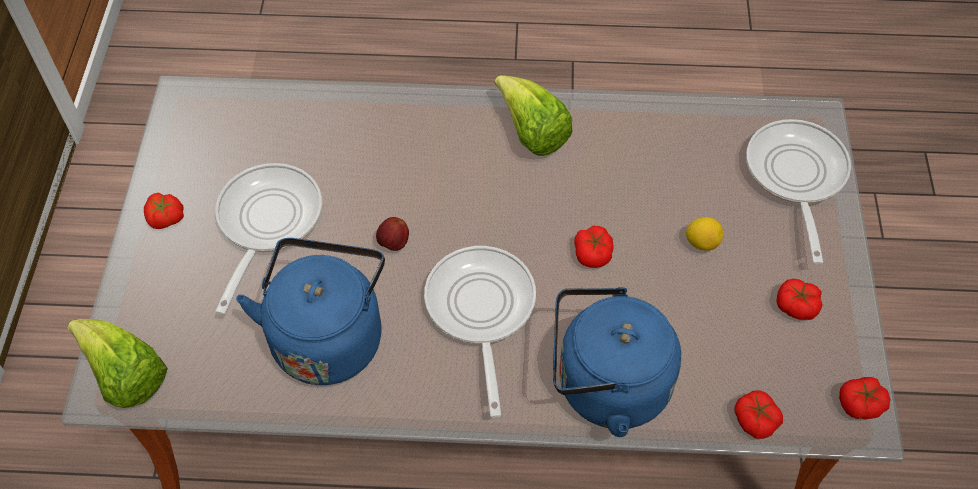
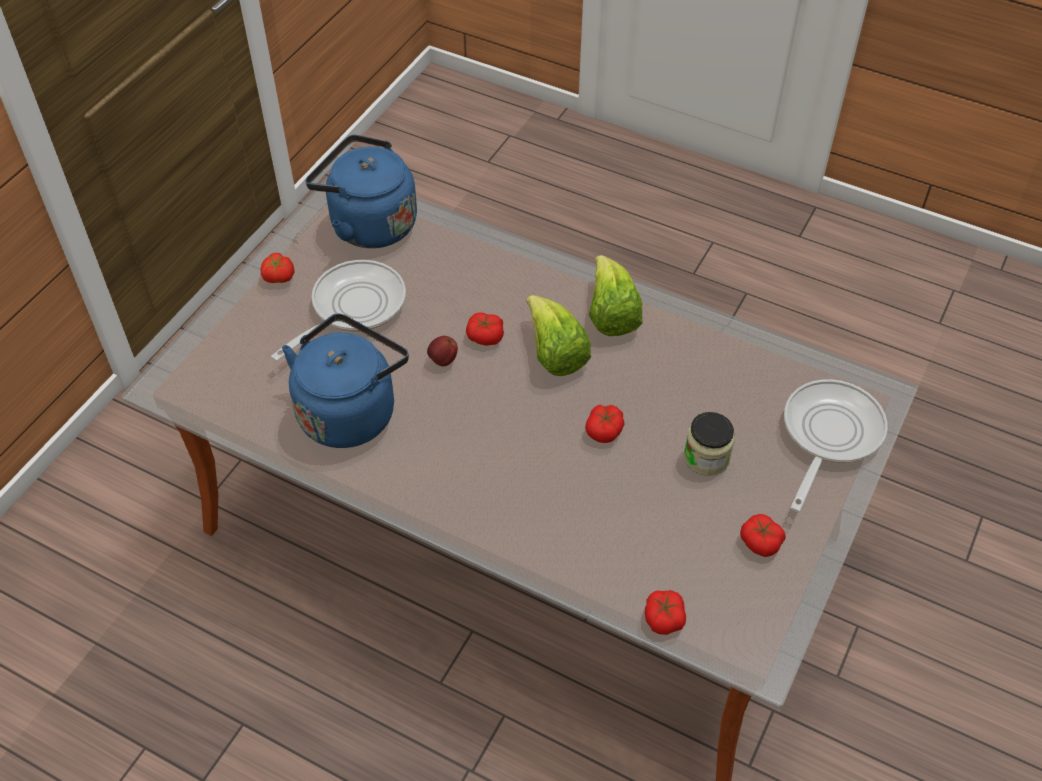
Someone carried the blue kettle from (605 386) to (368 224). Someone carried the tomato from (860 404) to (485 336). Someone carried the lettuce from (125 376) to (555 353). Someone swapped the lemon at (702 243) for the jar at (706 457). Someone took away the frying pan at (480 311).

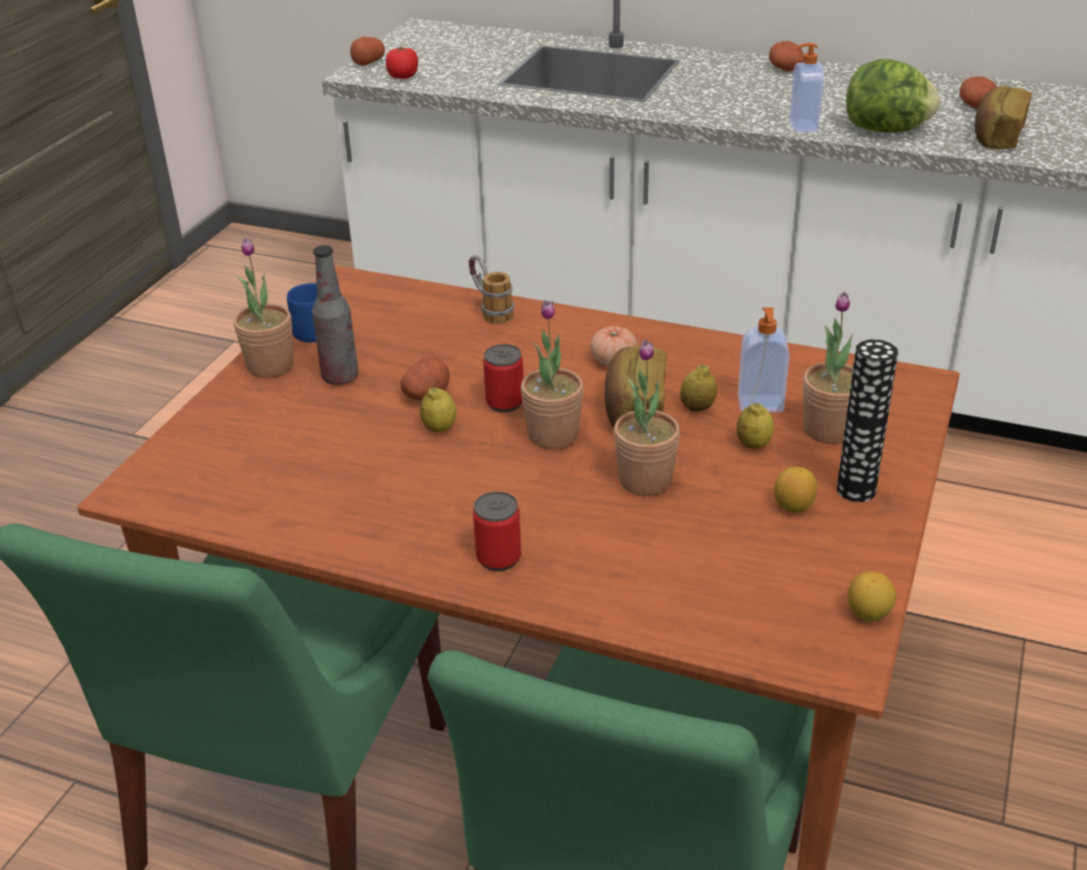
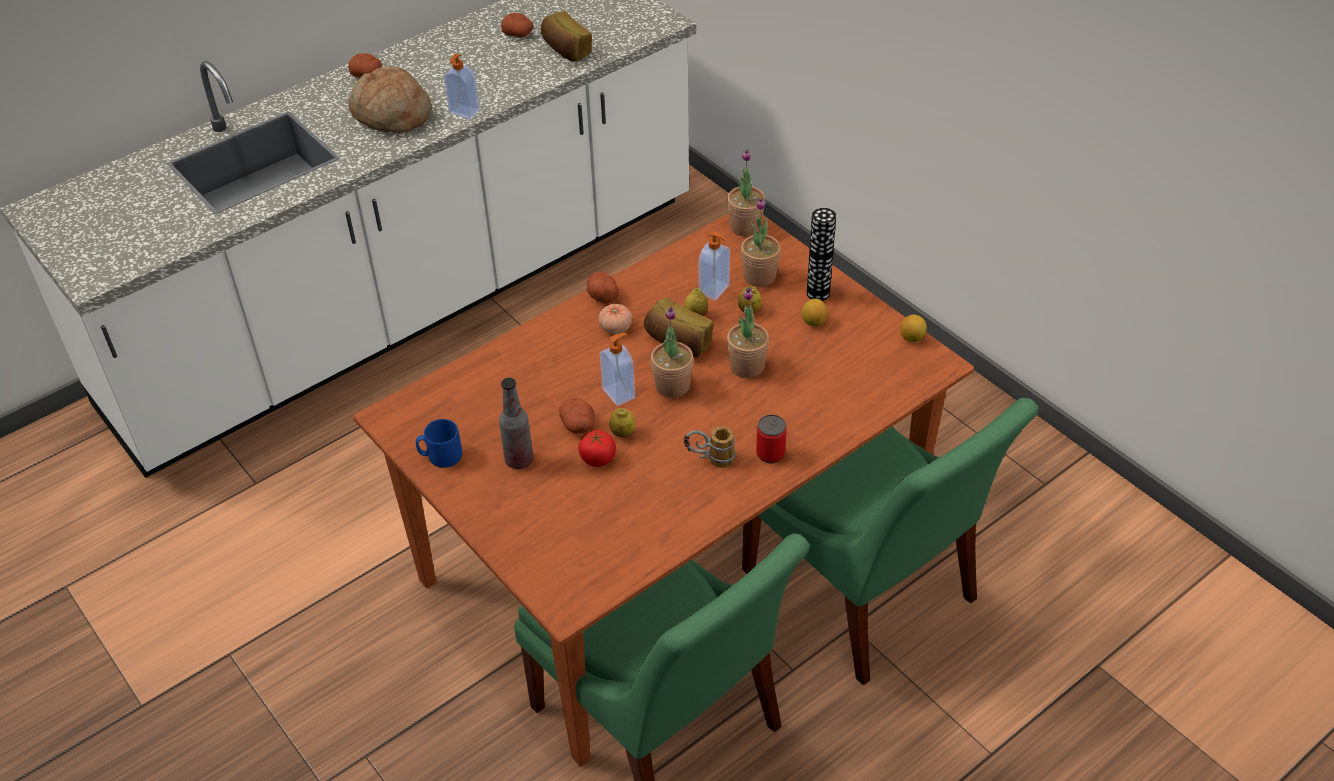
Someone put down the bread at (392 115). Someone carried the tomato from (403 76) to (598 458). Someone carried the potato from (368 62) to (602 295). Someone swapped the can at (505 402) for the soap dispenser at (619 393). Someone carried the mug from (489 310) to (709 460). Someone carried the potted plant from (270 366) to (745 227). Someone took away the lettuce at (886 130).

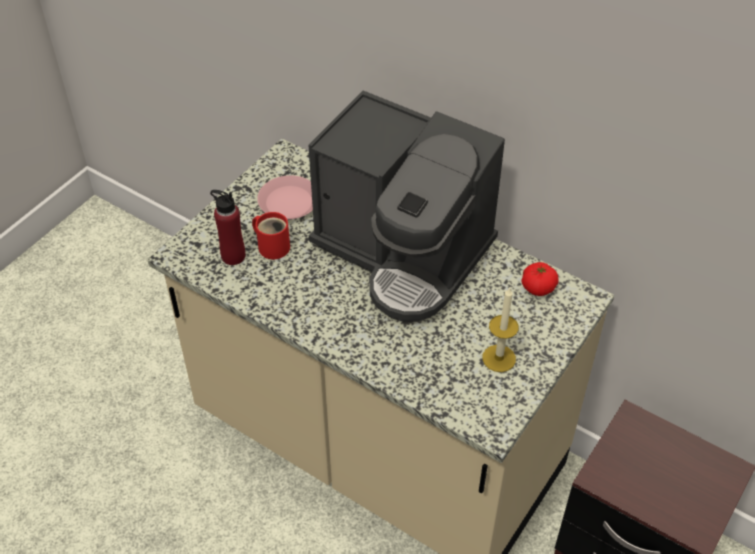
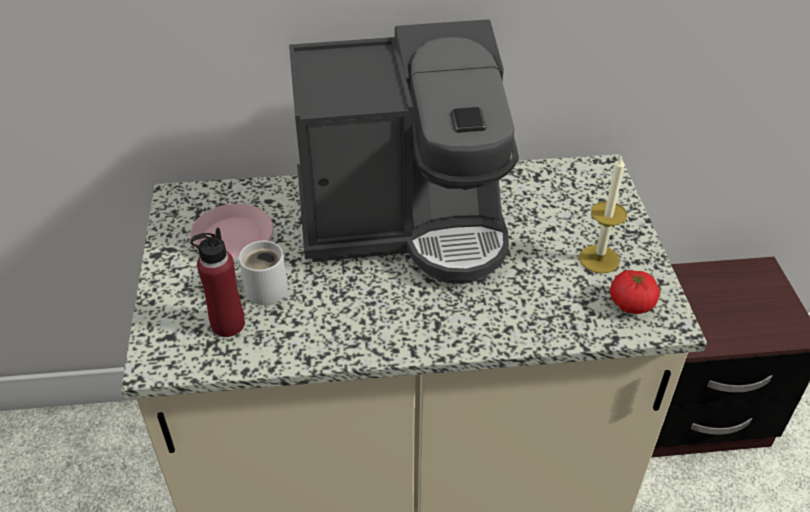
Someone repainted the red mug at (272 245), which became the white mug at (261 288). Someone carried the tomato from (538 287) to (631 303).

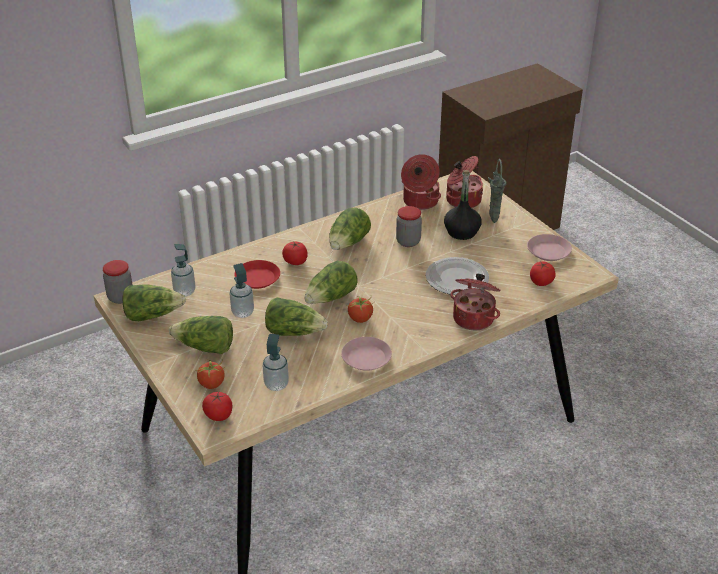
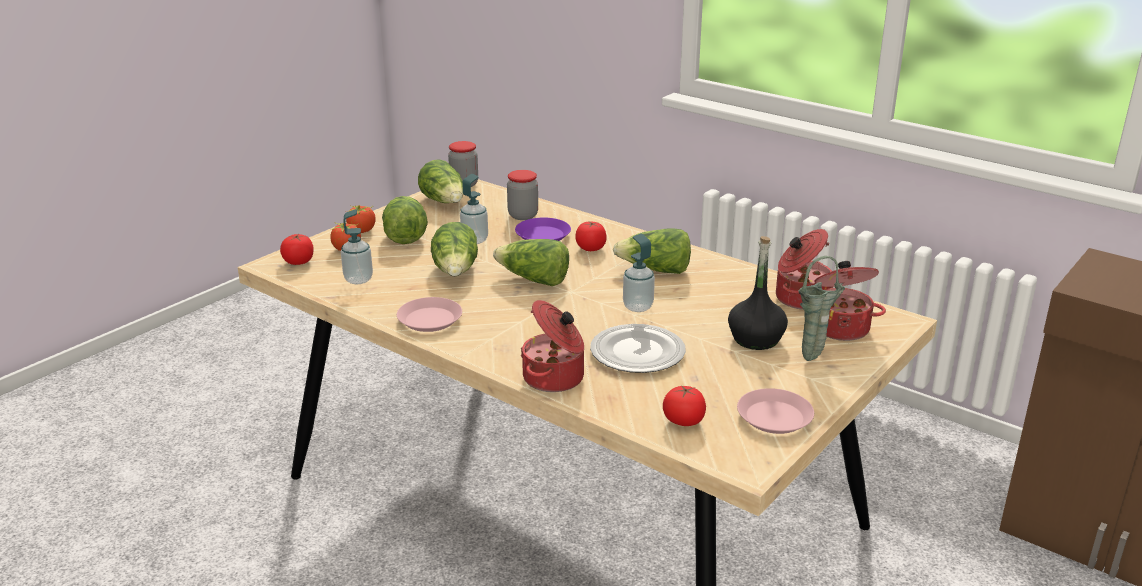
Someone carried the tomato from (360 318) to (362 231). Someone carried the jar from (408 242) to (523 215). Someone repainted the red plate at (257 278), which became the purple plate at (542 235). Someone carried the soap dispenser from (184 292) to (638 307).

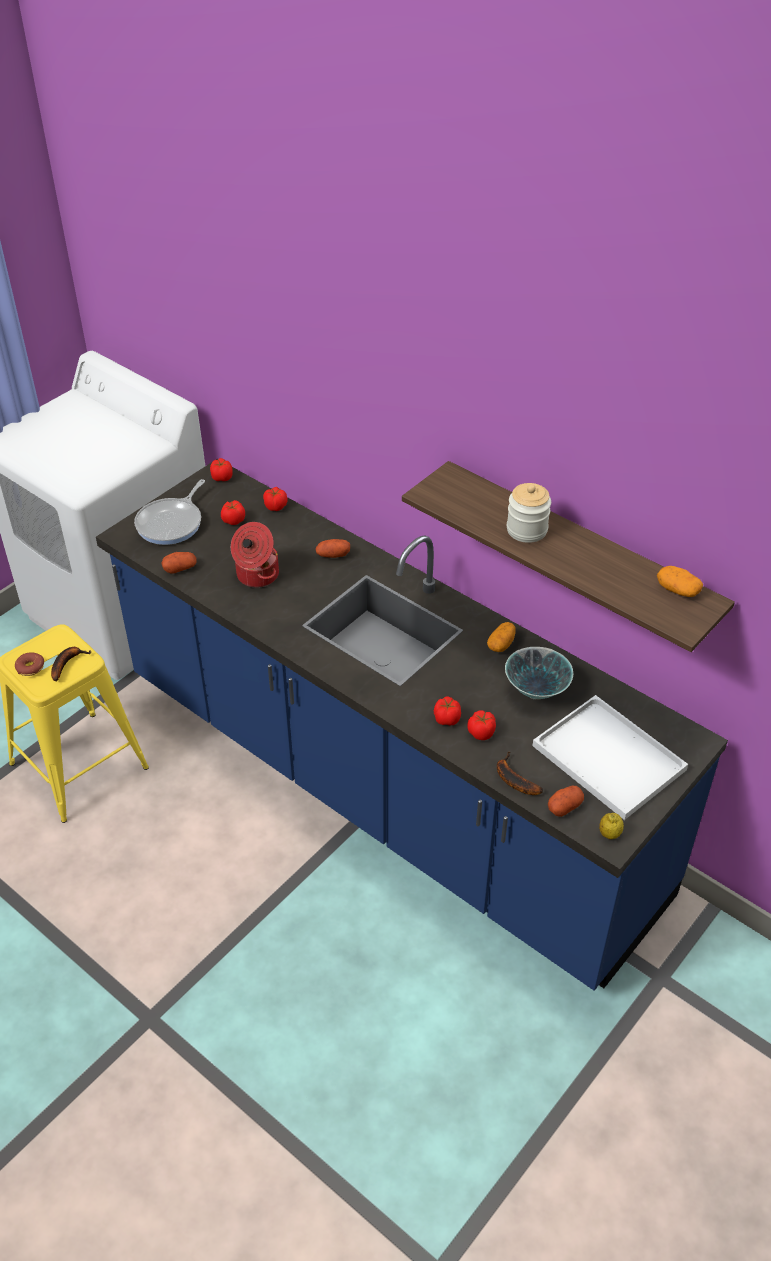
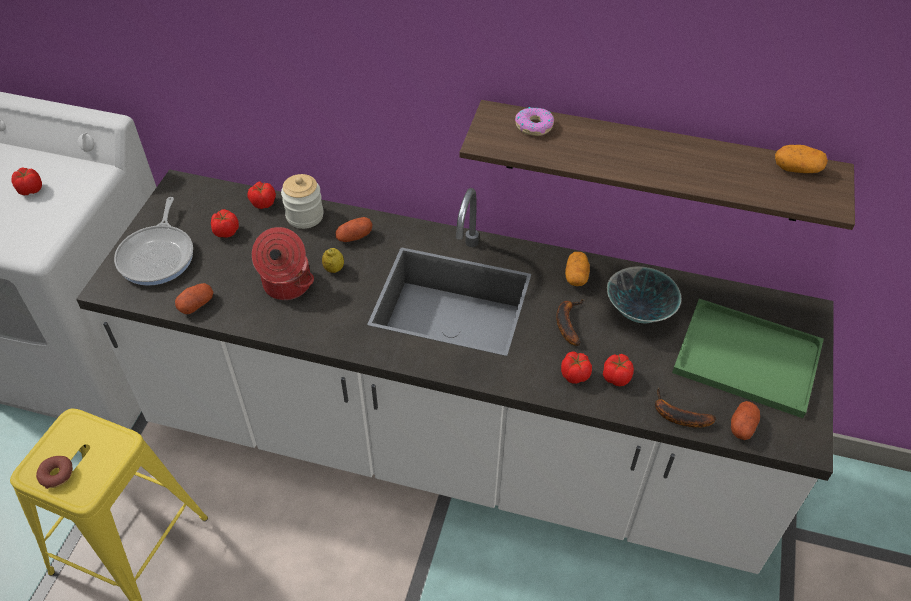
Someone carried the tomato from (222 477) to (30 189). Someone repainted the blue counter at (385 786), which became the white counter at (454 445). Someone carried the jar from (527 530) to (305 216). Someone carried the lemon from (609 834) to (334 269). Someone put down the donut at (534 126). Someone carried the banana from (67 663) to (567 322). Someone repainted the white tray at (611 758), which became the green tray at (750 358).

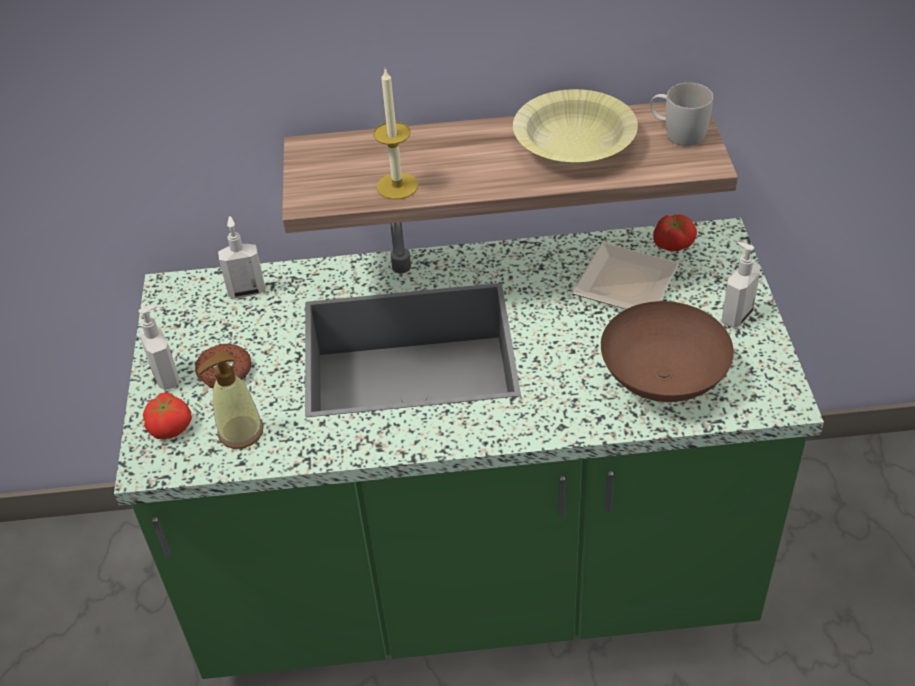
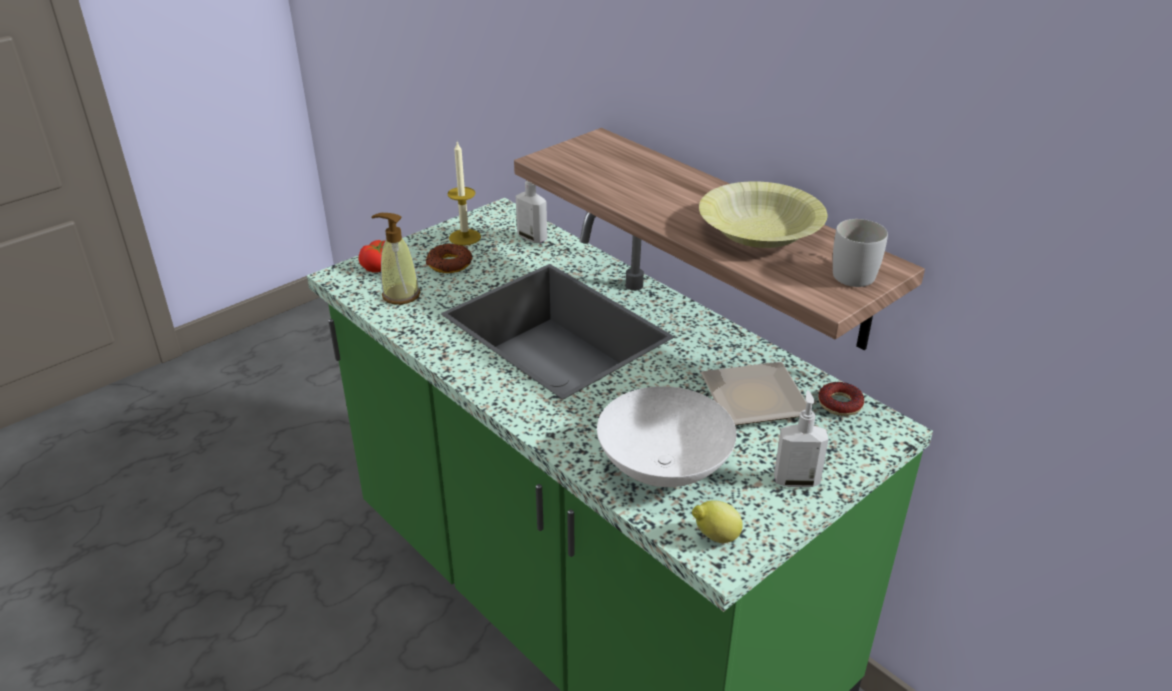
Someone carried the candle from (397 186) to (465 237). Someone repainted the brown bowl at (664 378), which became the white bowl at (666 468). Someone put down the lemon at (715 537). Someone swapped the tomato at (672 243) for the donut at (840 404). Someone took away the soap dispenser at (167 377).

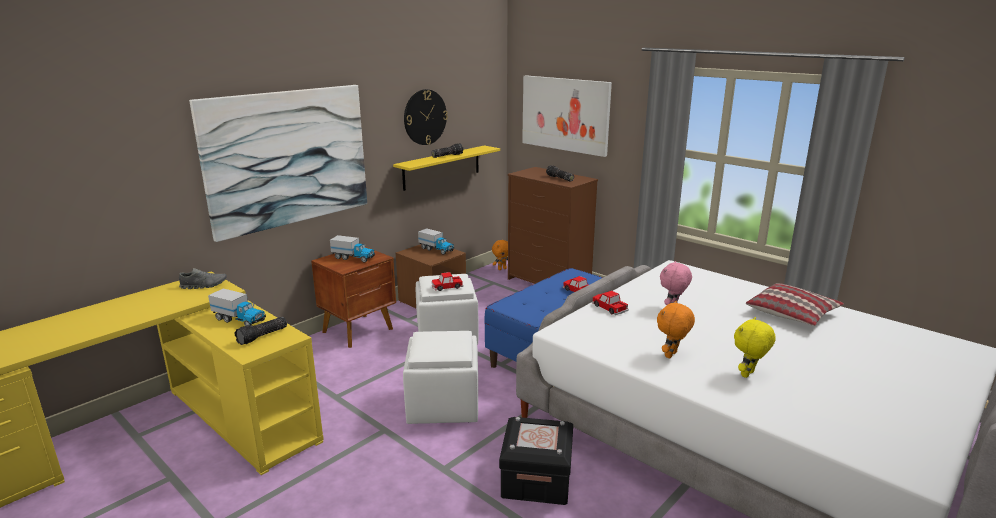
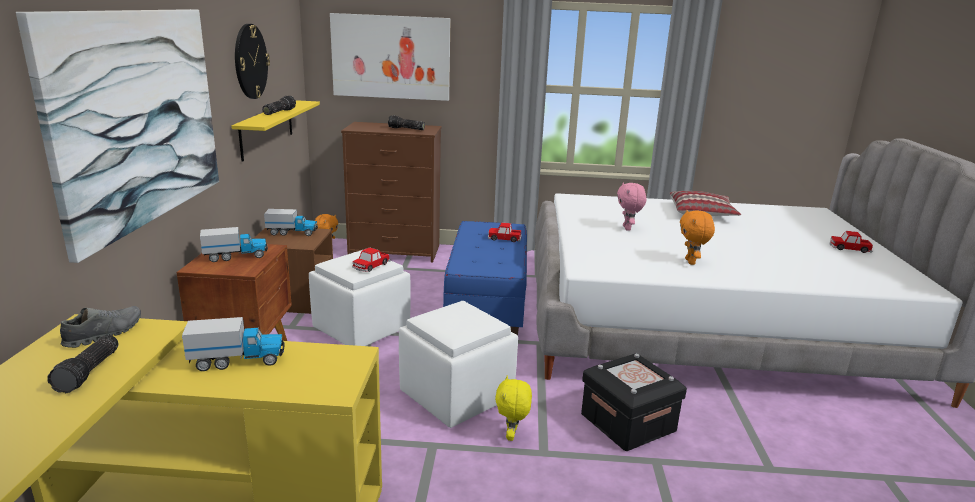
Someone carried the flashlight from (263 336) to (90 372). Someone carried the yellow plush toy from (748 374) to (512 435). Someone carried the toy car from (609 308) to (849 248).

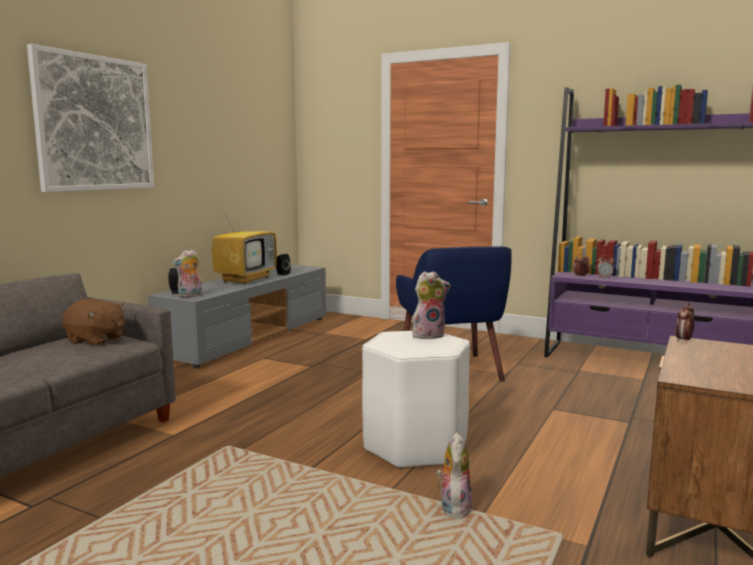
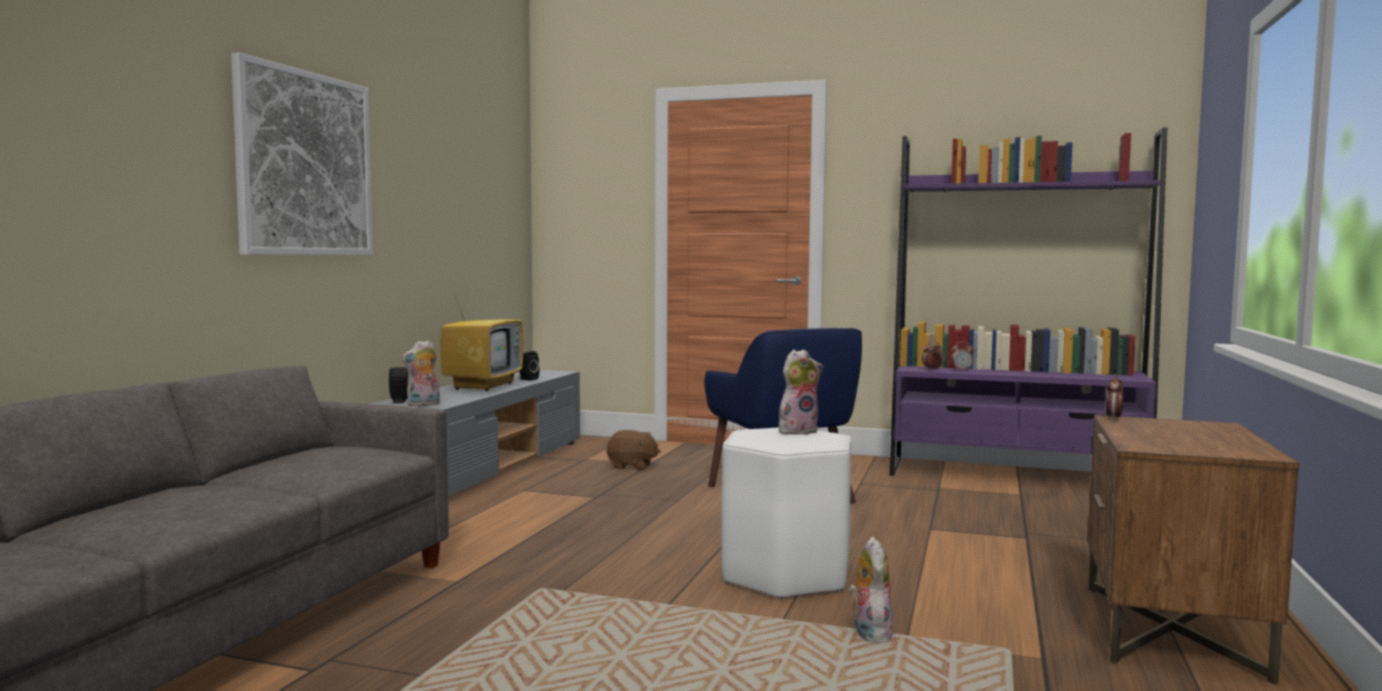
Someone carried the brown plush toy from (96 340) to (632 466).

